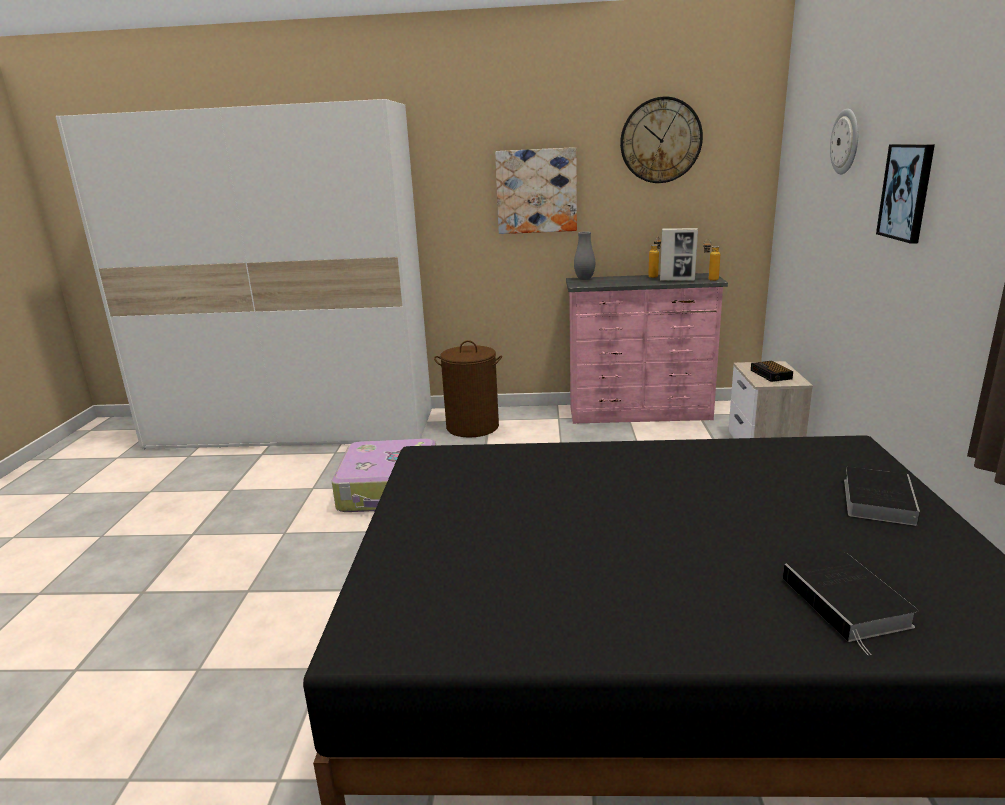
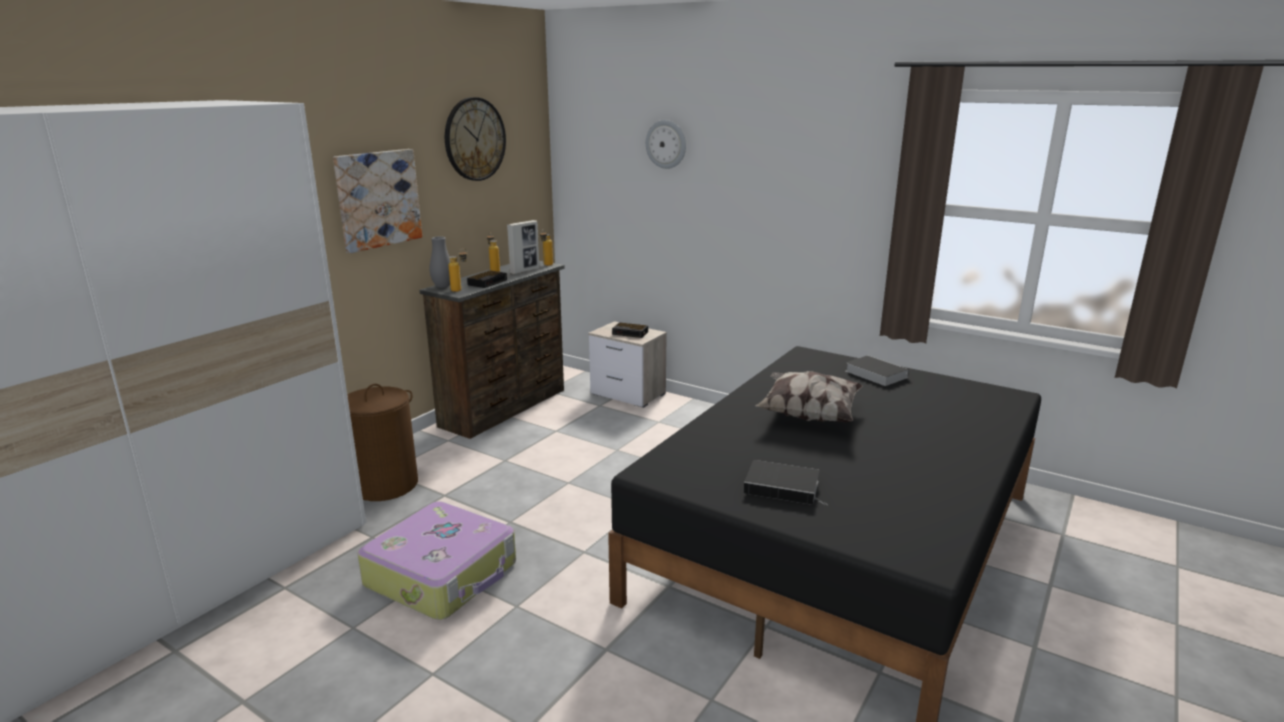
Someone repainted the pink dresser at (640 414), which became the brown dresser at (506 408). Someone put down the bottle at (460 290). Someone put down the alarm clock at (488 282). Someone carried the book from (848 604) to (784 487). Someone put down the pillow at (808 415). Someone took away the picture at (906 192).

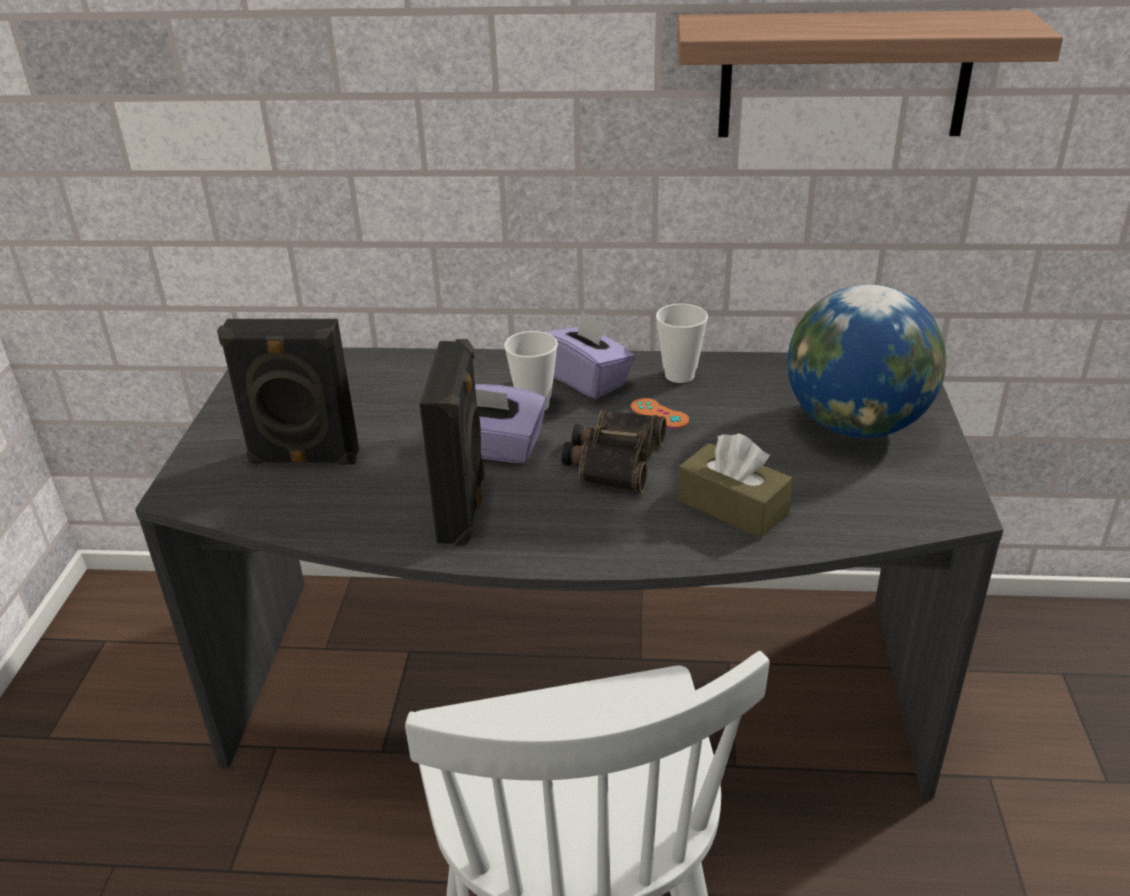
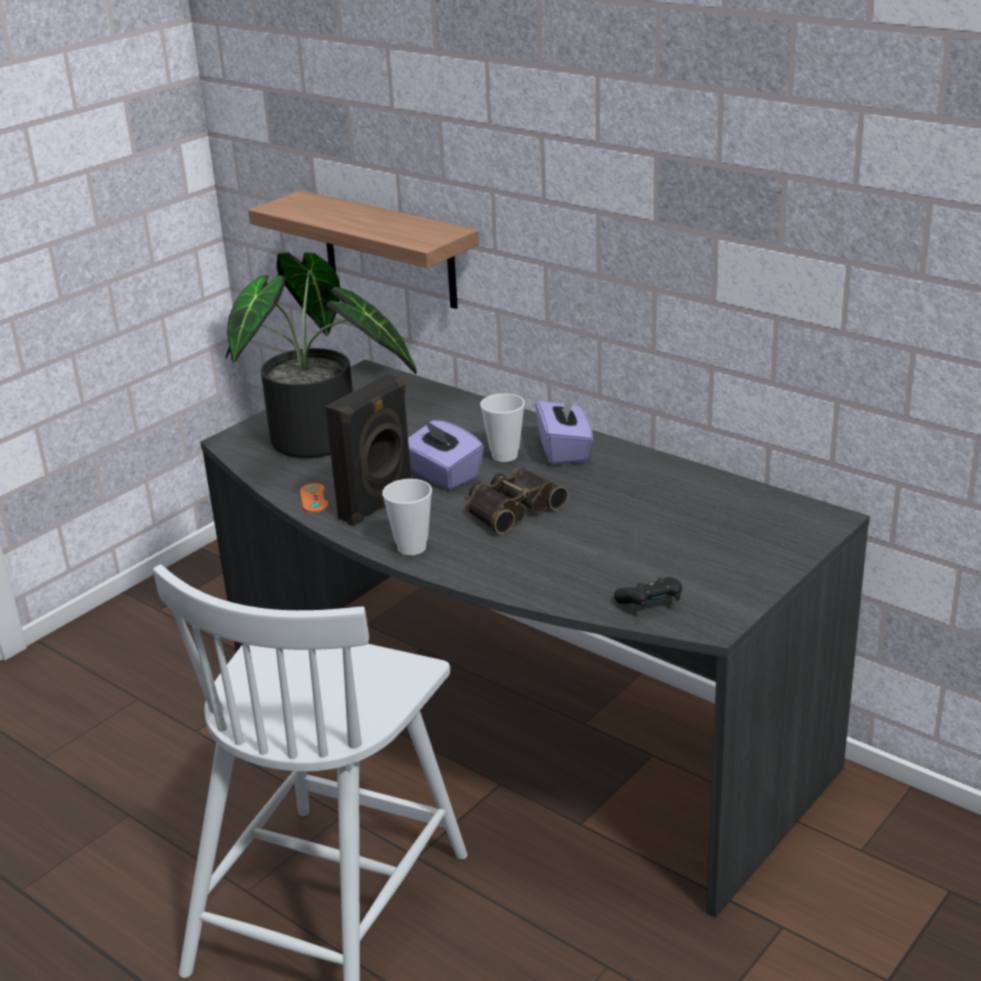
Someone swapped the black speaker at (303 459) for the potted plant at (320 443). Someone carried the shelf from (844 75) to (389 250). Someone carried the orange game controller from (659 414) to (314 498). Someone carried the cup from (679 375) to (412 547). Someone put down the black game controller at (651 604). Someone took away the brown tissue box at (732 506). Someone took away the globe at (856 425).

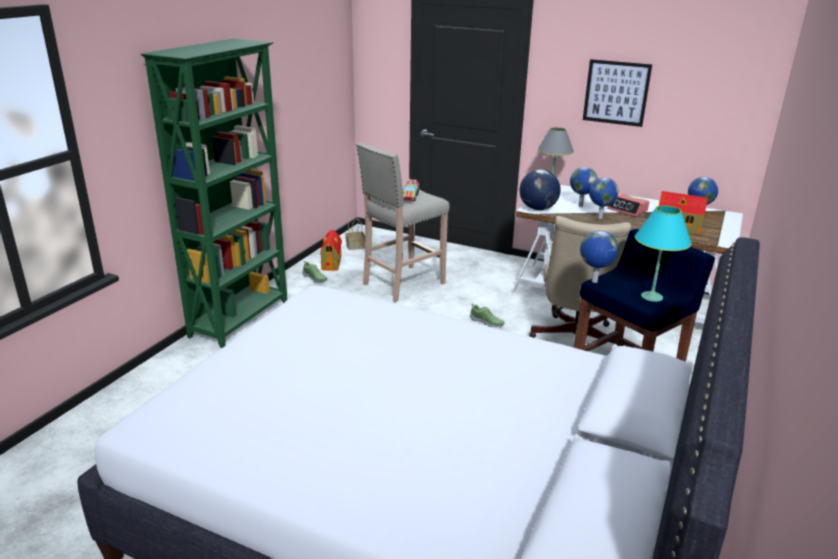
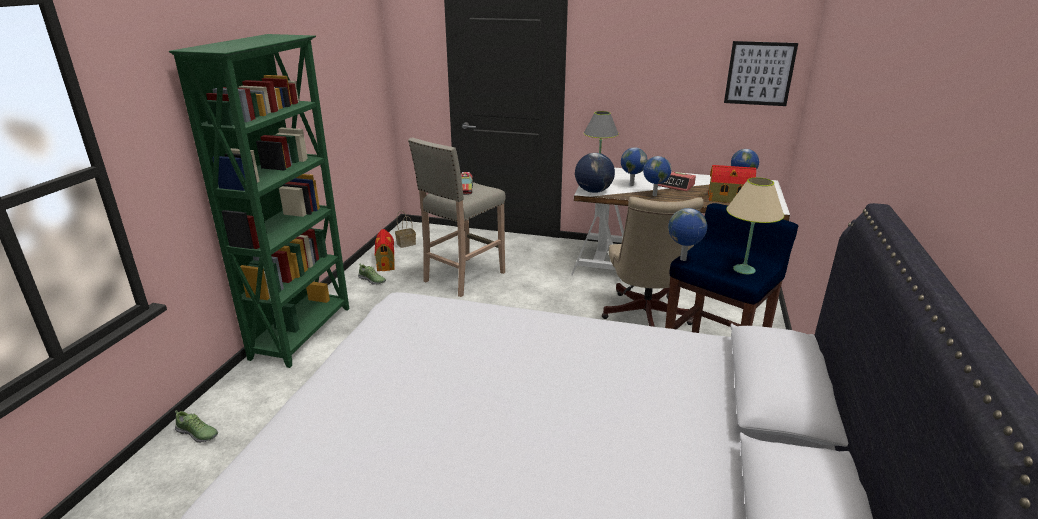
Someone carried the shoe from (486 322) to (198 434). Someone carried the picture from (616 93) to (759 73). Someone repainted the turquoise table lamp at (652 297), which became the beige table lamp at (744 269).

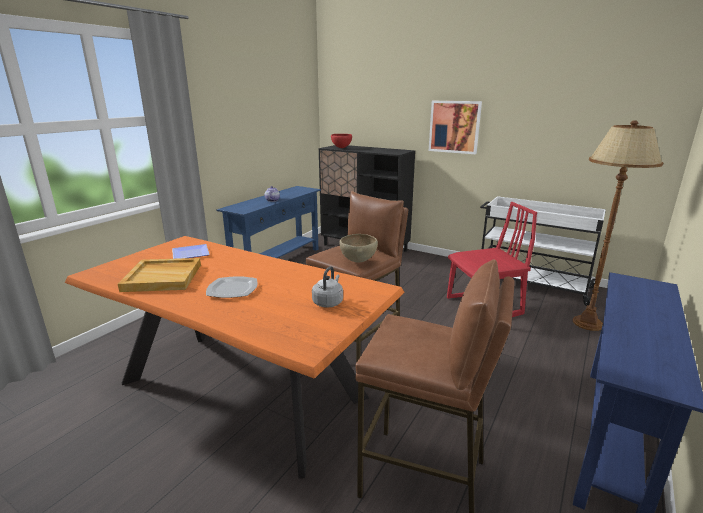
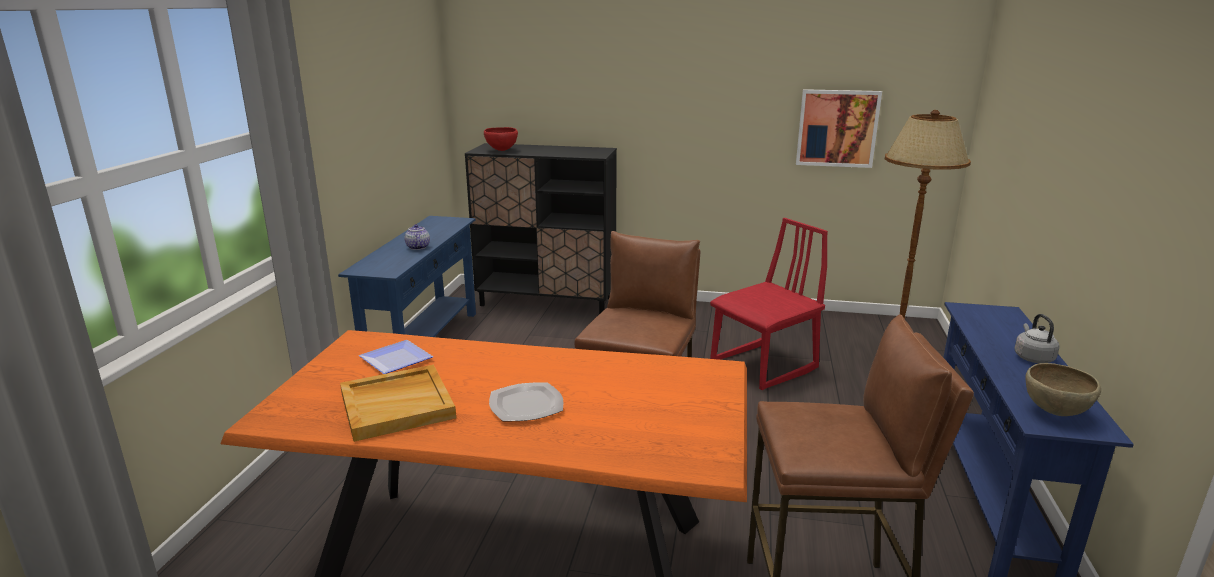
Someone carried the picture from (454 127) to (837 128). Someone carried the grey kettle from (328 302) to (1032 357). Someone carried the brown bowl from (358 261) to (1054 412). Someone took away the white cart at (530 284).

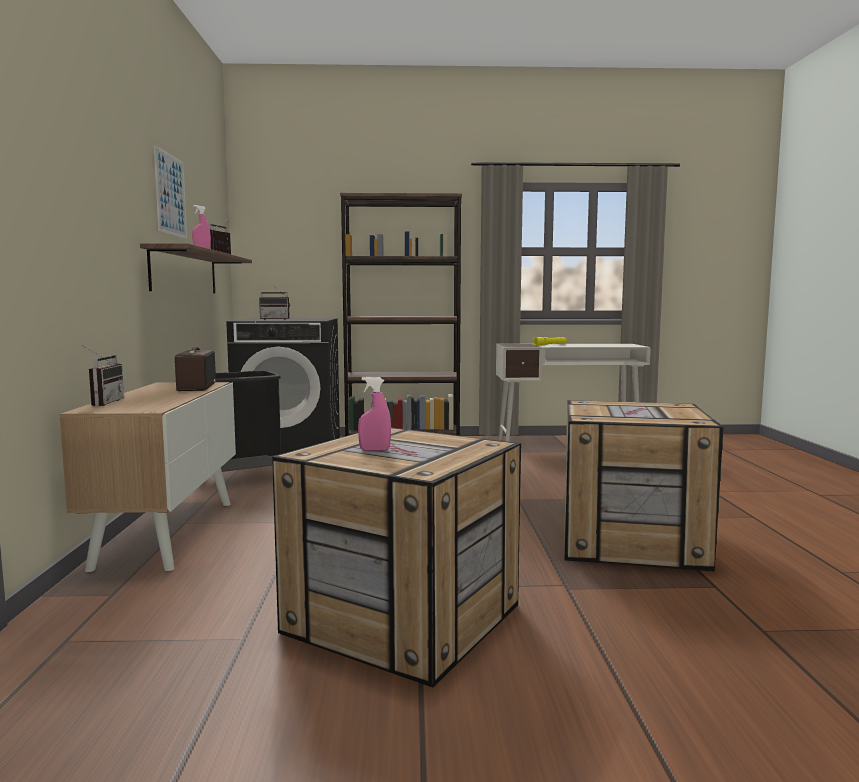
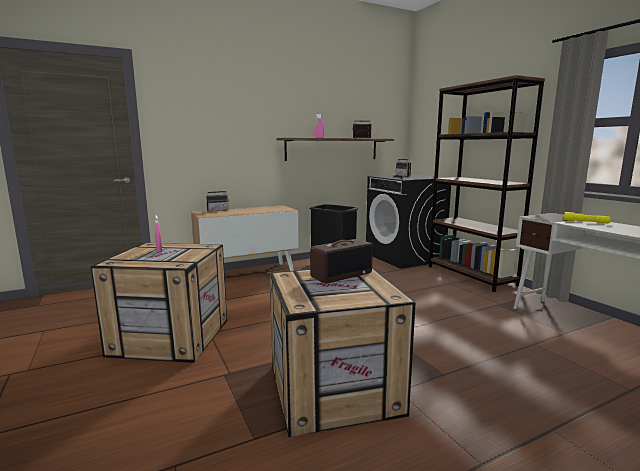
Someone carried the radio from (196 387) to (341 275). Someone took away the picture at (170 194).

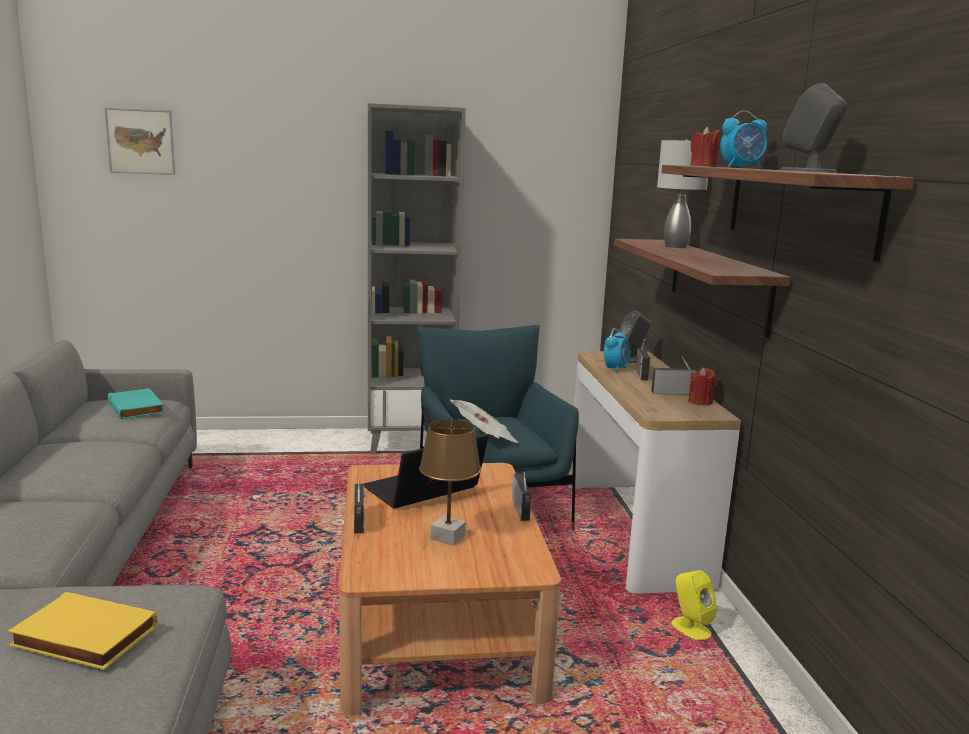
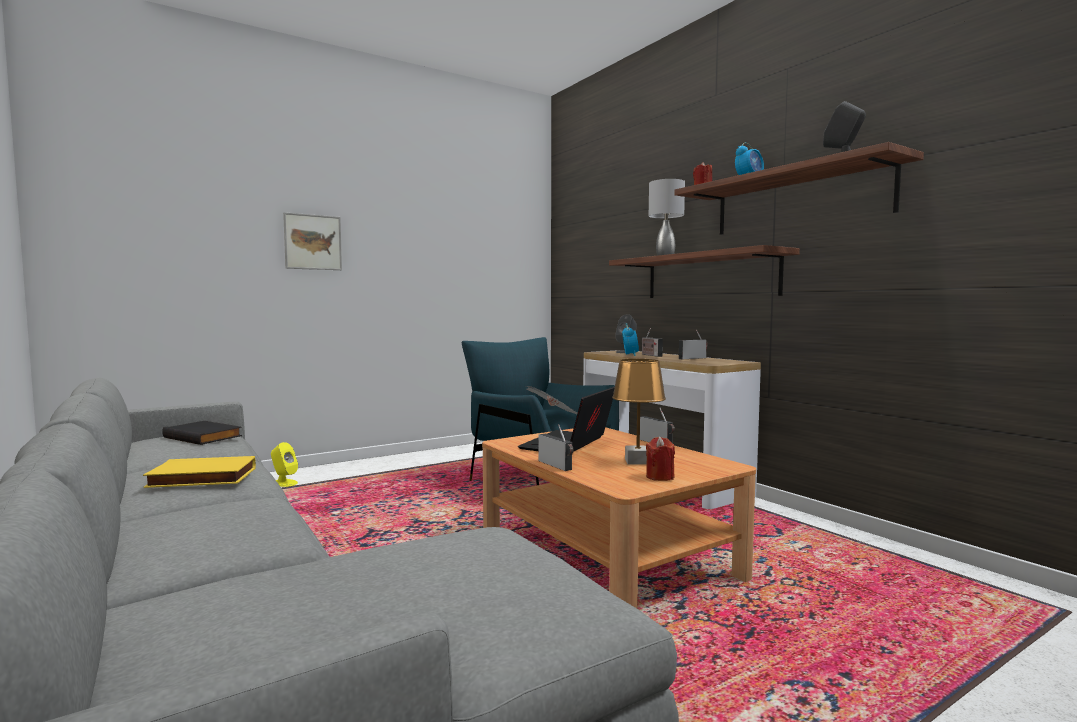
Someone carried the yellow book from (82 638) to (201 478). Someone repainted the turquoise book at (137 407), which became the black book at (204 436). Someone carried the yellow speaker from (690 629) to (284 483). Someone carried the picture from (140 141) to (313 242). Someone carried the red candle from (700 402) to (660 477). Someone took away the grey bookcase at (410 442).

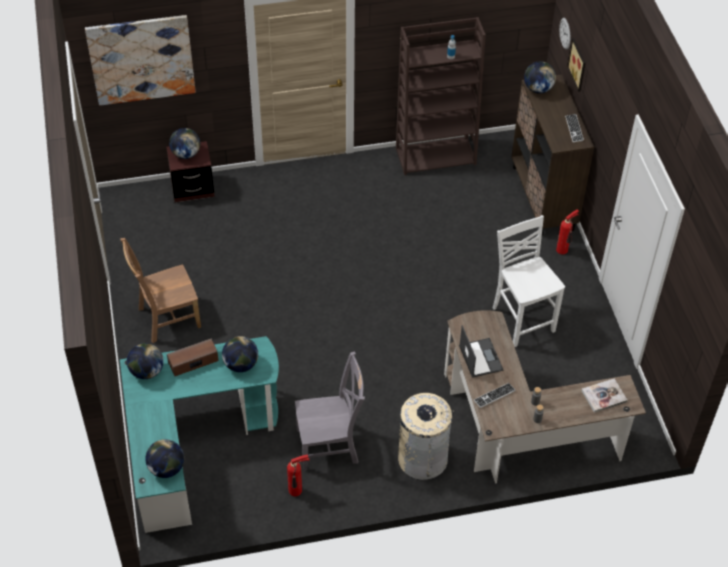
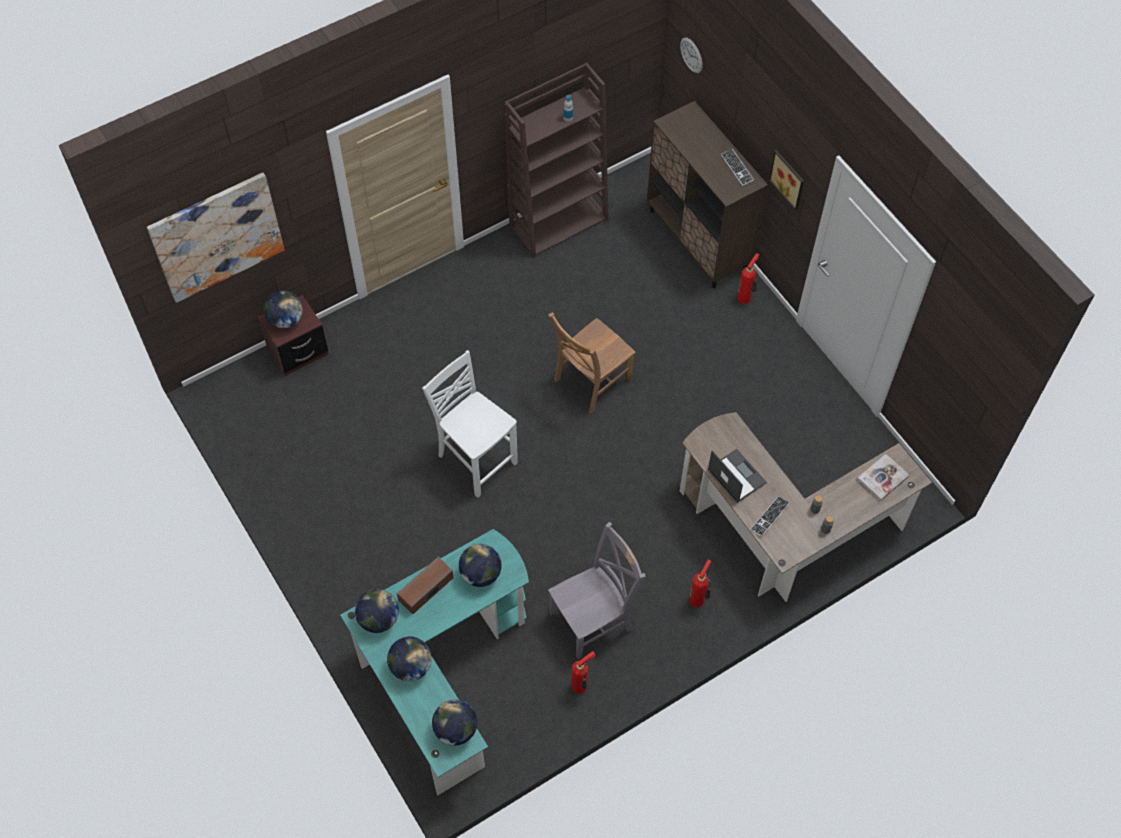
Someone carried the globe from (538 89) to (411 666). Someone carried the white chair from (522 319) to (475 459). Someone carried the brown chair from (166 318) to (590 381). Someone swapped the beige trash can at (422 458) for the fire extinguisher at (698 600). Someone carried the picture from (578 64) to (788 178).

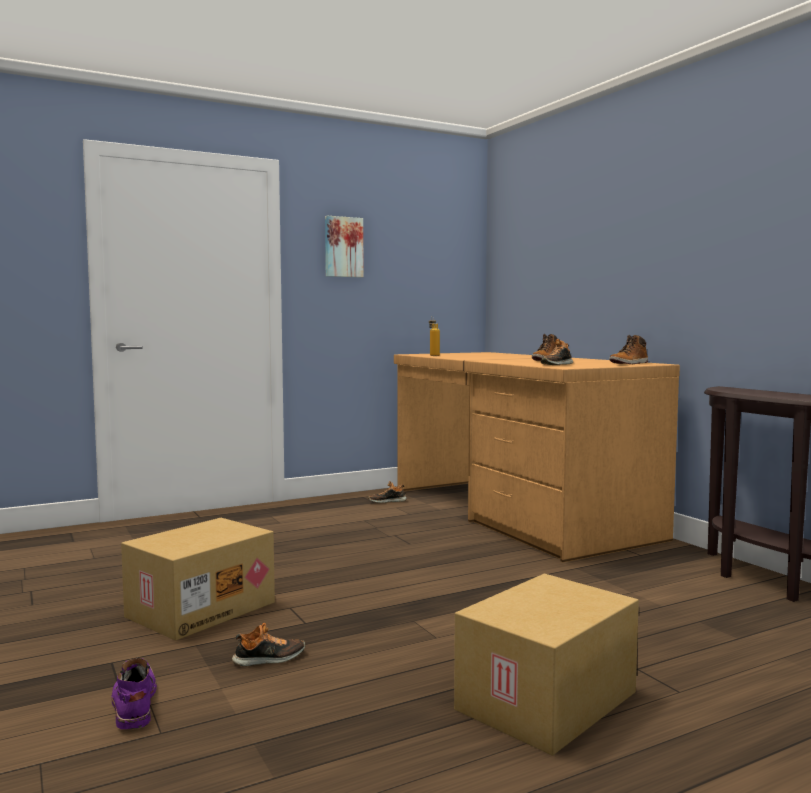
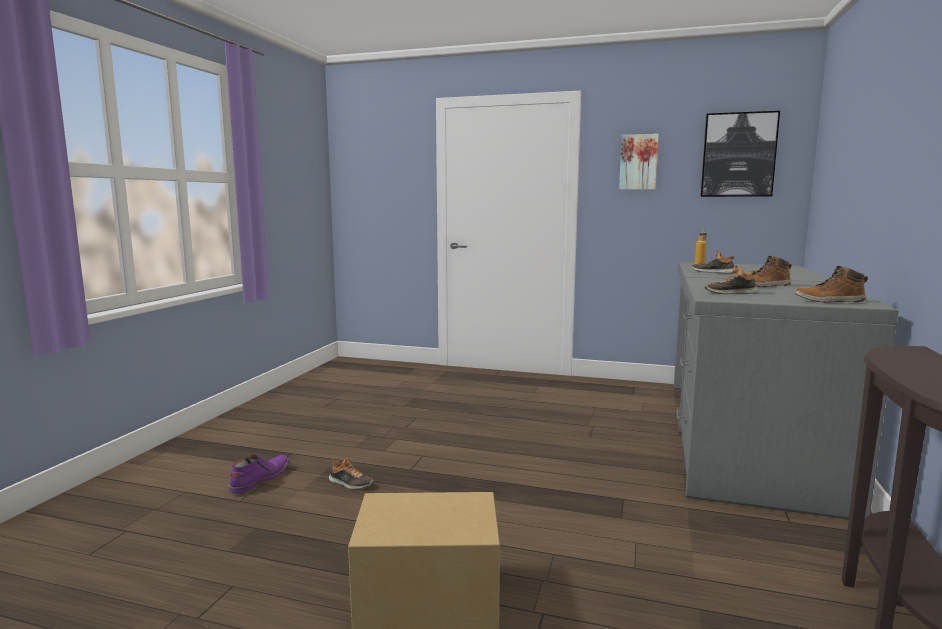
Someone repainted the brown desk at (515 513), which became the grey desk at (742 437). Someone carried the shoe from (387 501) to (713 272). Someone put up the picture at (738 155). Someone took away the cardboard box at (201 609).

